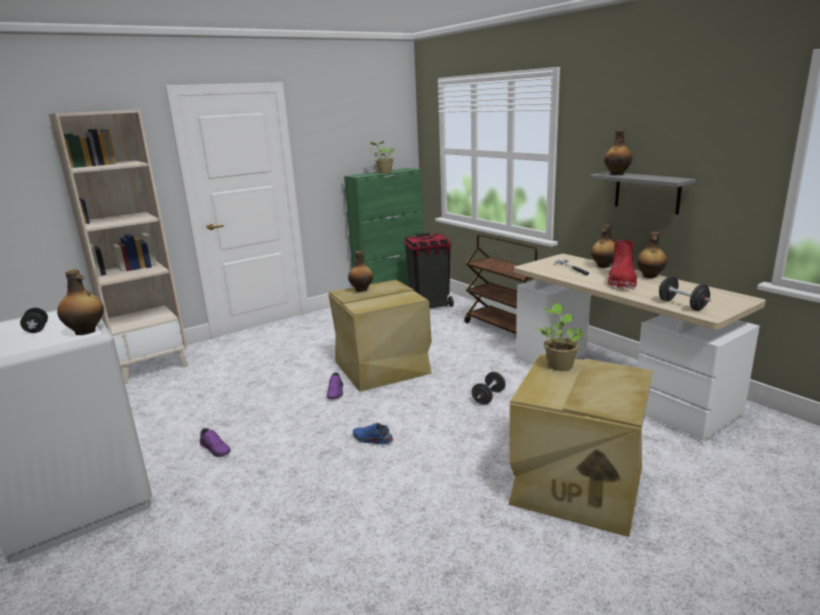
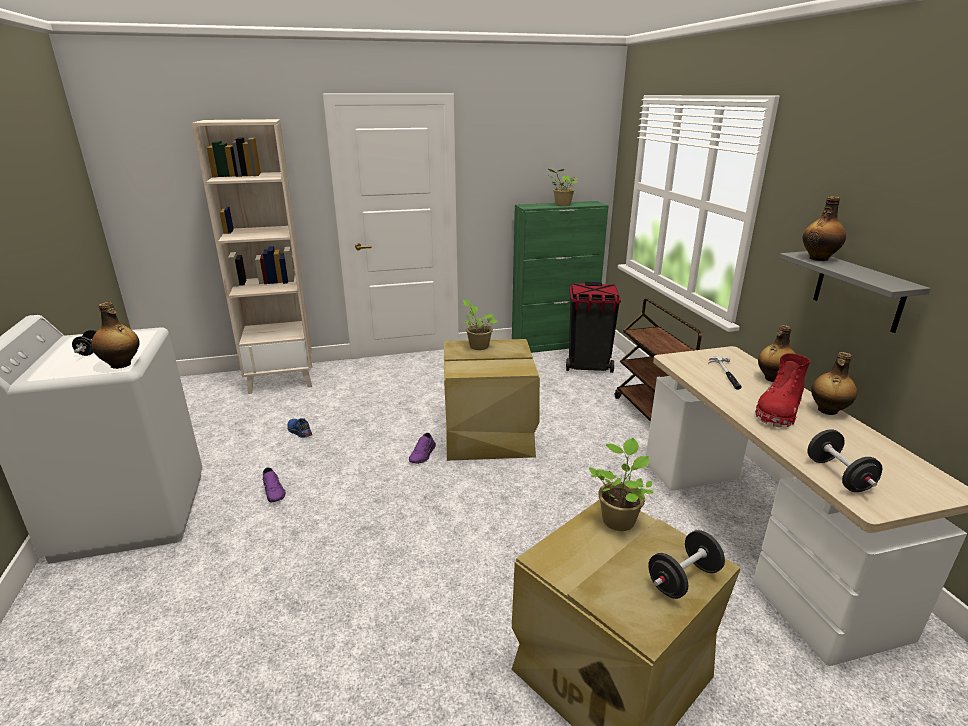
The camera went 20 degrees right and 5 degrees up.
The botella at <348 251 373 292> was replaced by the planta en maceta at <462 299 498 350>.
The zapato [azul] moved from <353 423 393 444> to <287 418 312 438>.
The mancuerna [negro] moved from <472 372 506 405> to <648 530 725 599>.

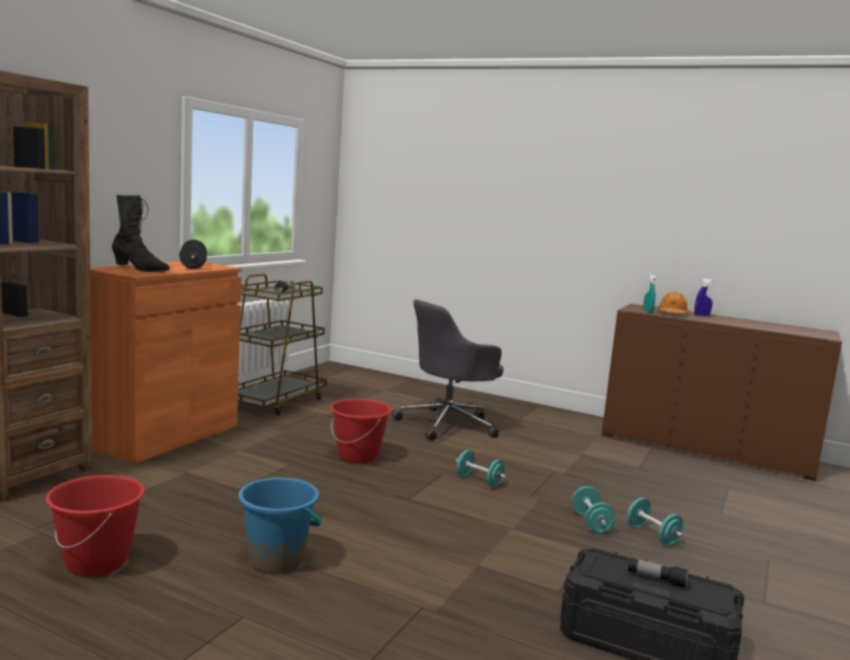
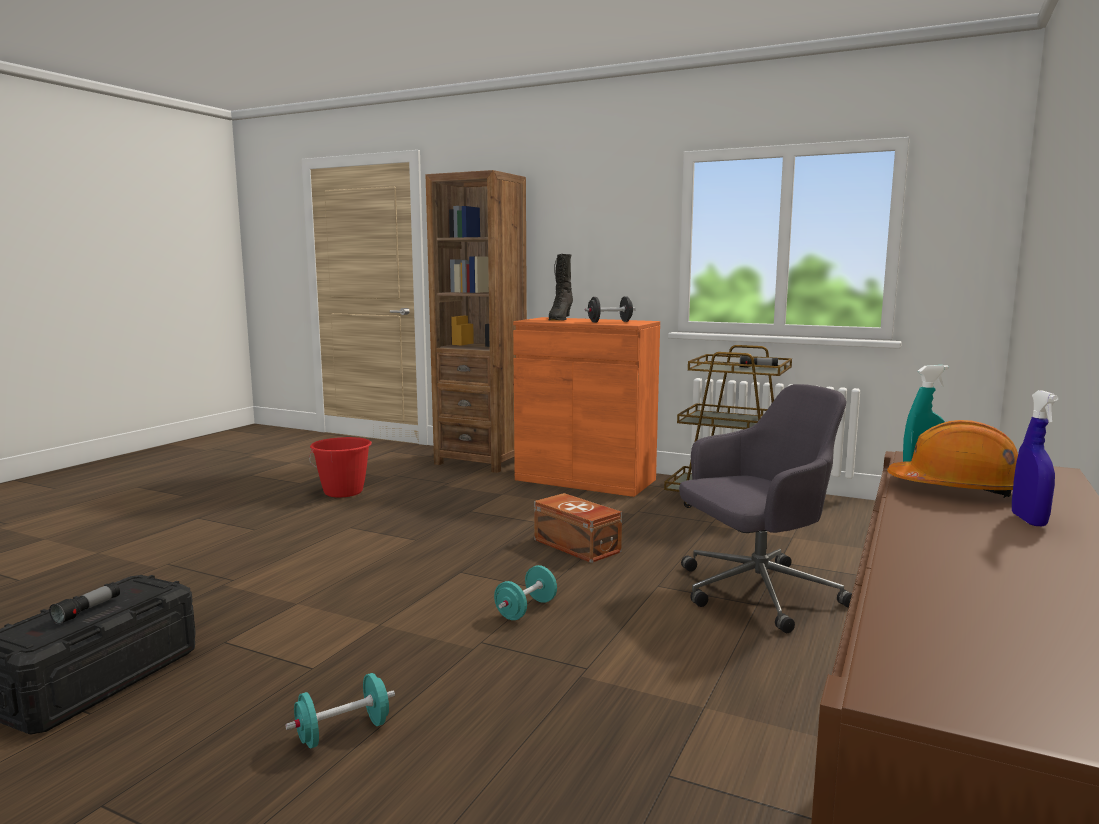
The camera went 90 degrees right and 0 degrees up.
The cubo [azul] at <238 478 322 574> disappeared.
The cubo [rojo] at <330 399 392 464> was replaced by the caja de almacenaje [marrón] at <534 493 622 563>.
The silla de oficina [gris] at <392 299 503 441> turned 105 degrees clockwise.
The mancuerna [turquesa] at <572 486 616 533> disappeared.

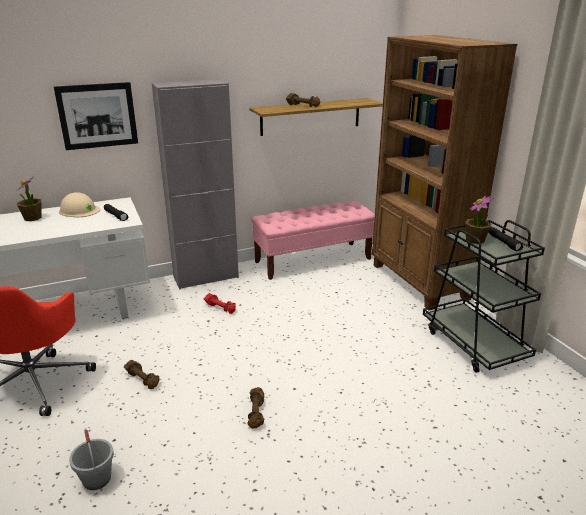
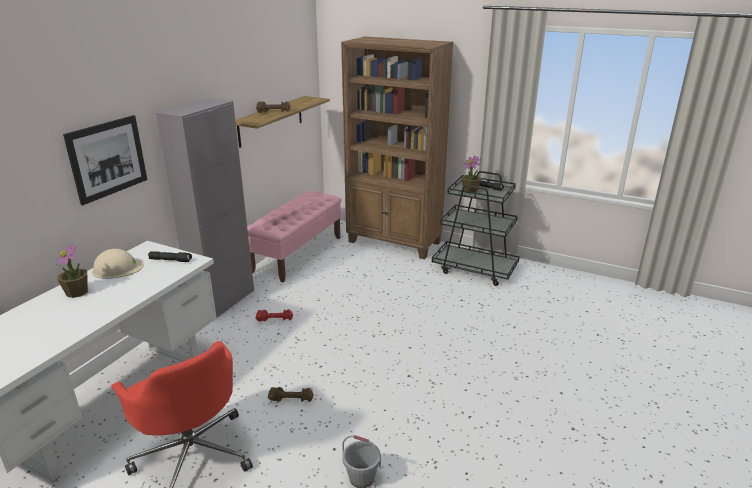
The camera went 40 degrees left and 0 degrees up.
The mancuerna [marrón] at <247 387 264 429> disappeared.

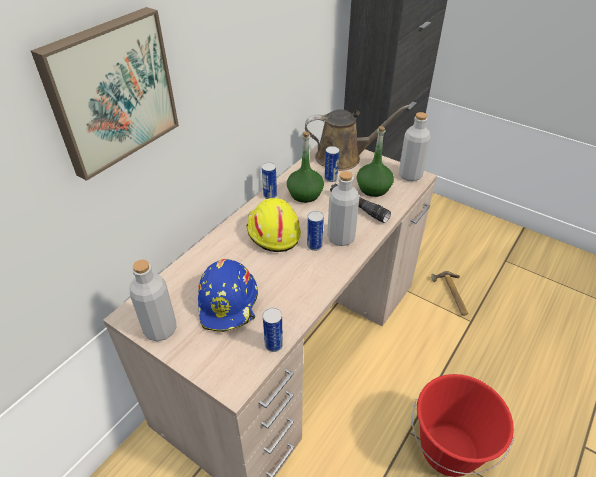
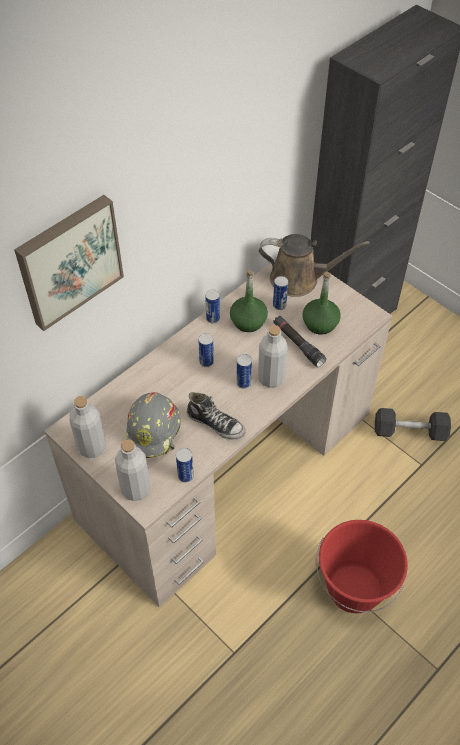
The camera went 10 degrees right and 10 degrees up.
The casco [azul] at <198 259 258 332> became the casco [gris] at <126 392 181 458>.
The casco [amarillo] at <246 198 301 252> was replaced by the lata at <198 333 214 367>.
The botella [gris] moved from <399 112 431 181> to <115 439 151 501>.
The martillo at <431 271 468 316> was replaced by the mancuerna [gris] at <375 408 451 441>.
The zapato at <187 392 246 439> appeared.

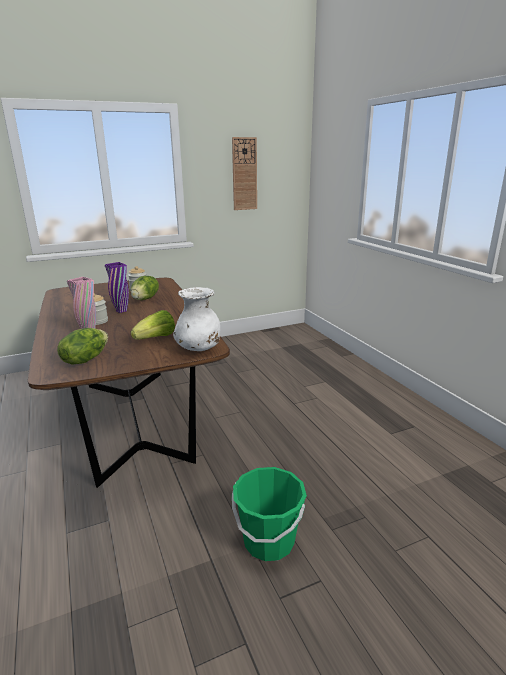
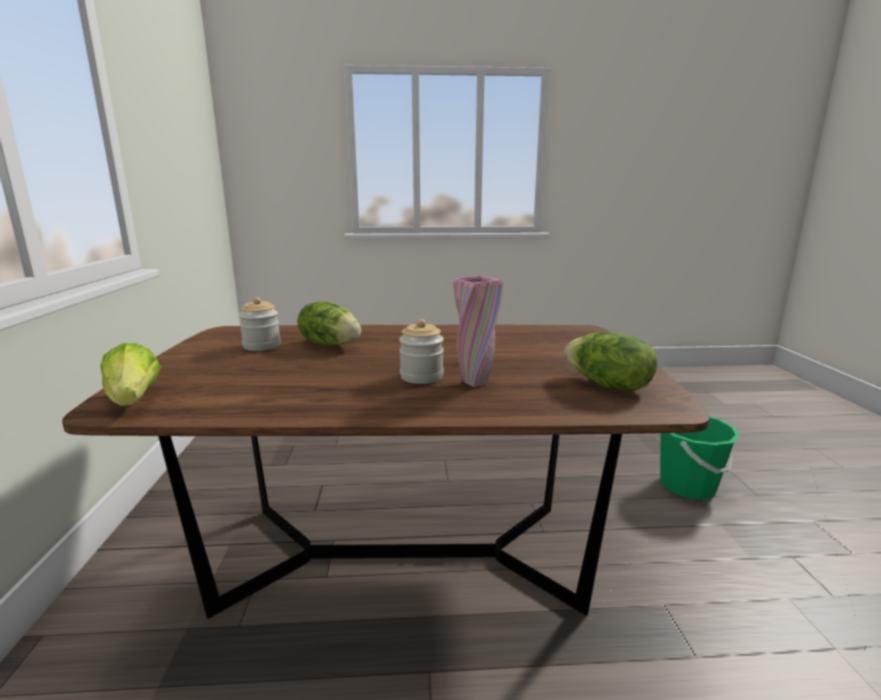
The camera went 70 degrees left and 5 degrees down.
The florero [morado] at <105 262 129 313> disappeared.
The lechuga moved from <131 310 175 339> to <100 343 161 406>.
The florero [blanco] at <173 287 220 351> disappeared.
The reloj de pared at <232 137 257 210> disappeared.

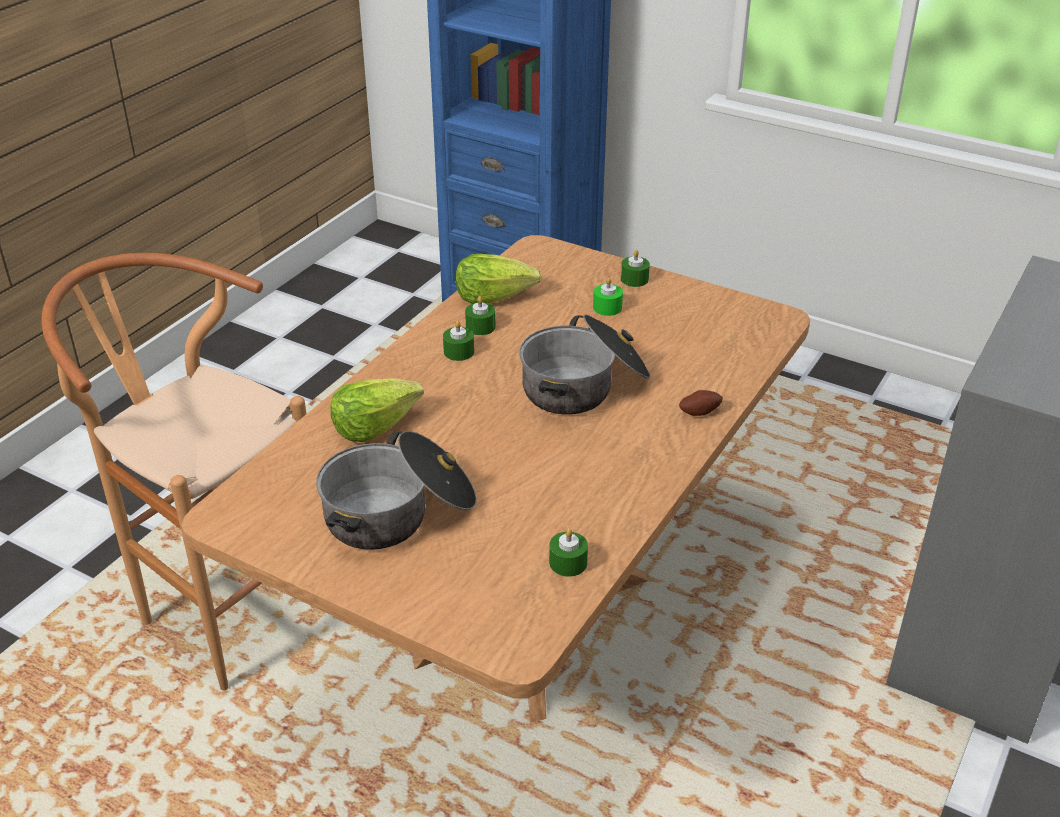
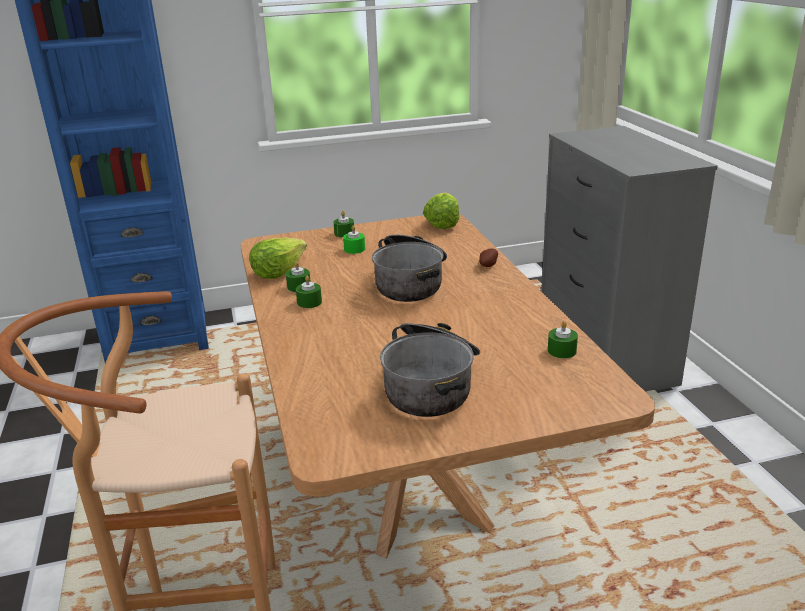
The camera went 45 degrees left and 10 degrees down.
The lechuga moved from <330 378 424 442> to <423 193 460 229>.

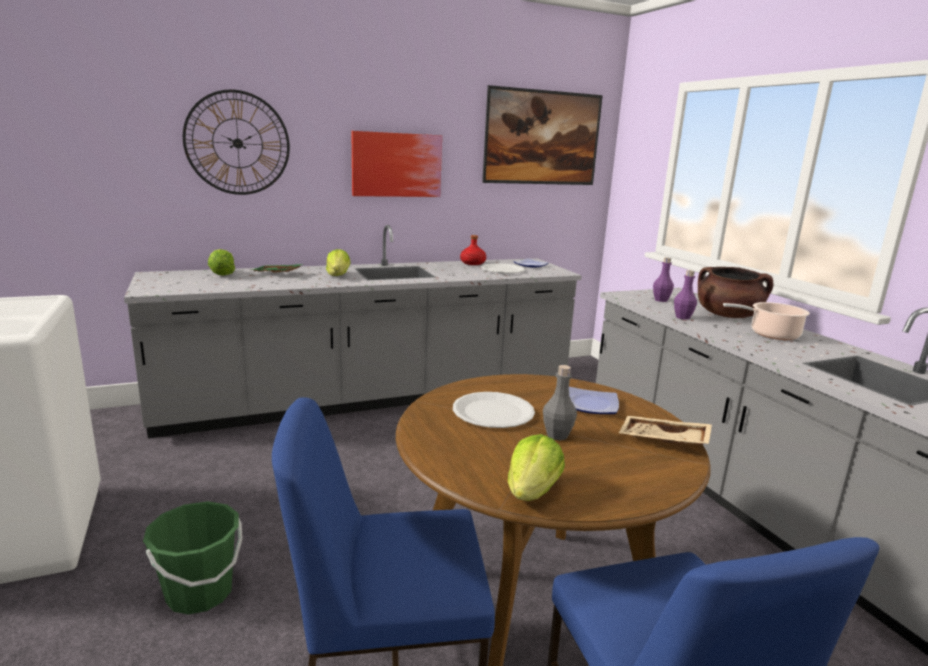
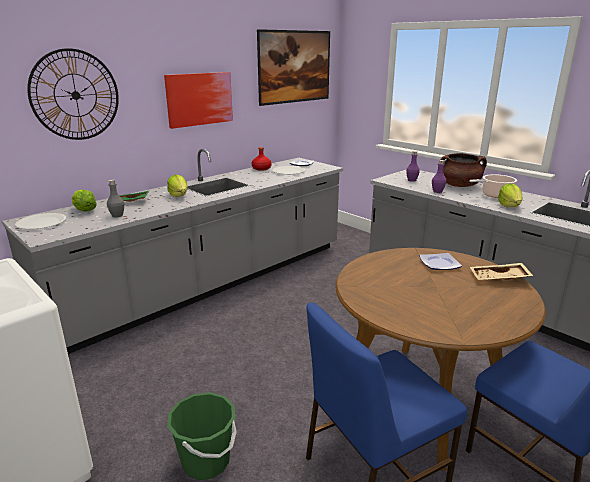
The camera went 20 degrees left and 5 degrees up.
The plato [blanco] moved from <453 392 535 428> to <15 213 66 230>.
The lechuga moved from <508 434 565 501> to <498 183 523 207>.
The botella [gris] moved from <543 365 577 441> to <107 179 124 218>.

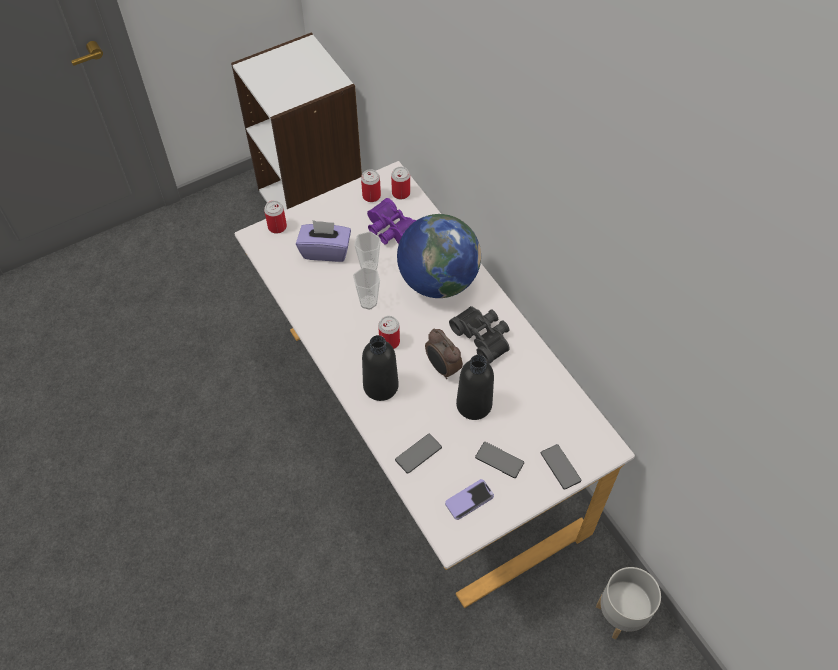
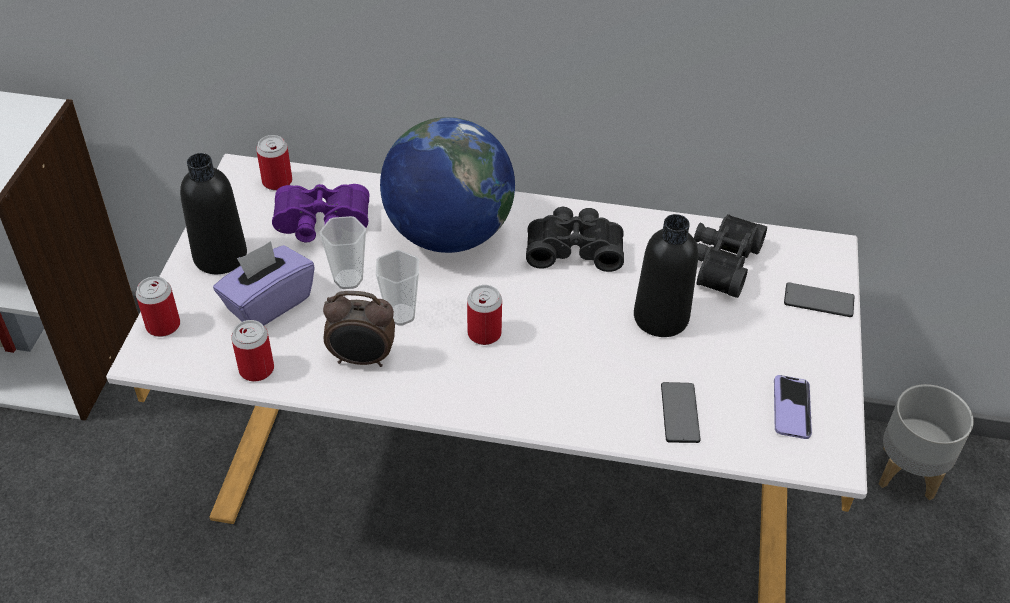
The camera went 50 degrees left and 10 degrees down.
The lata moved from <361 169 381 202> to <231 320 274 382>.
The botella [negro] moved from <362 335 399 401> to <180 153 247 274>.
The despertador moved from <425 328 463 379> to <323 291 395 367>.
The móvil at <475 442 524 478> disappeared.
The prismáticos [negro] at <694 214 767 298> appeared.

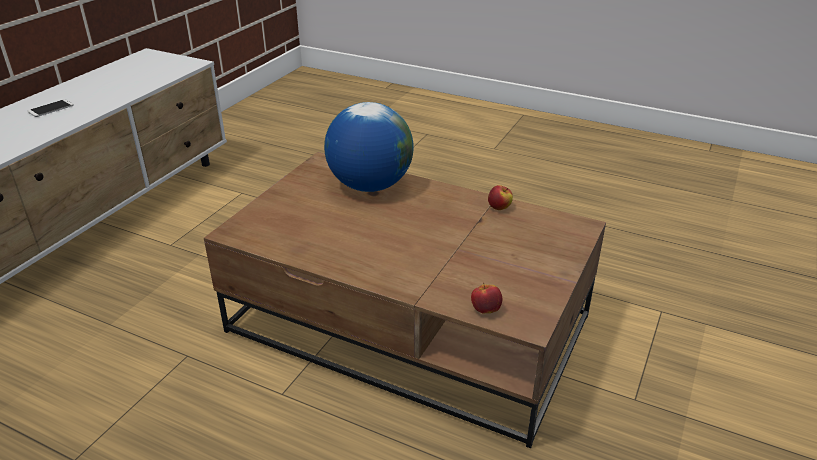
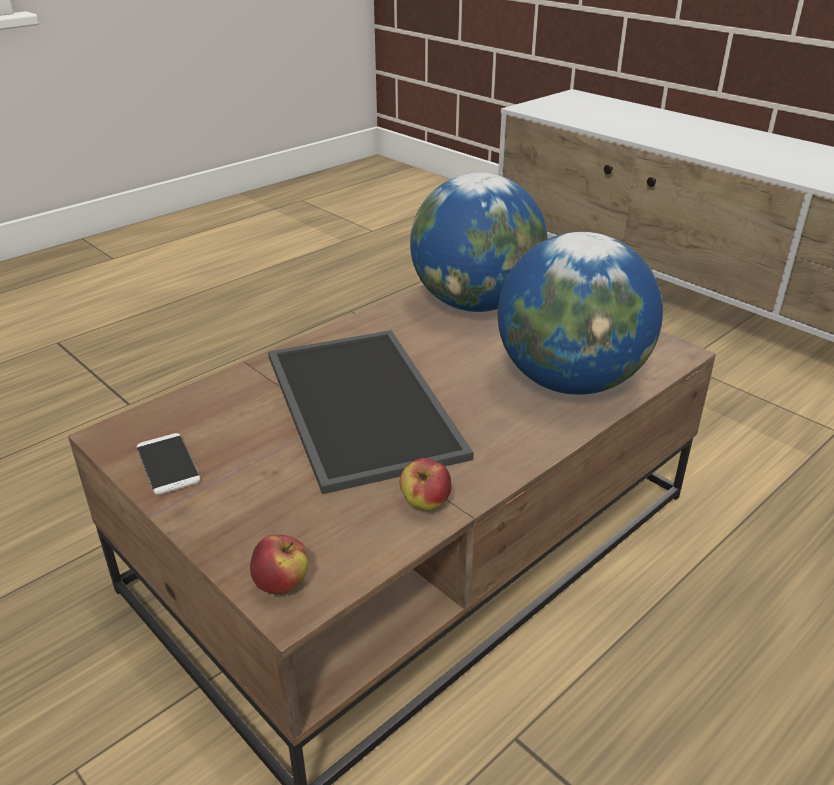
The camera went 110 degrees right and 0 degrees up.
The móvil moved from <28 99 74 117> to <137 433 201 495>.
The manzana moved from <471 283 502 314> to <250 535 308 594>.
The bandeja at <268 330 473 494> appeared.
The globo terráqueo at <410 172 548 312> appeared.

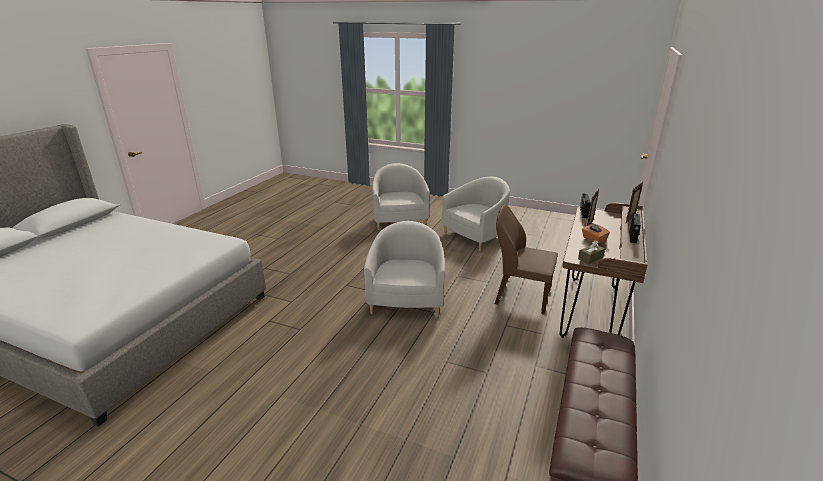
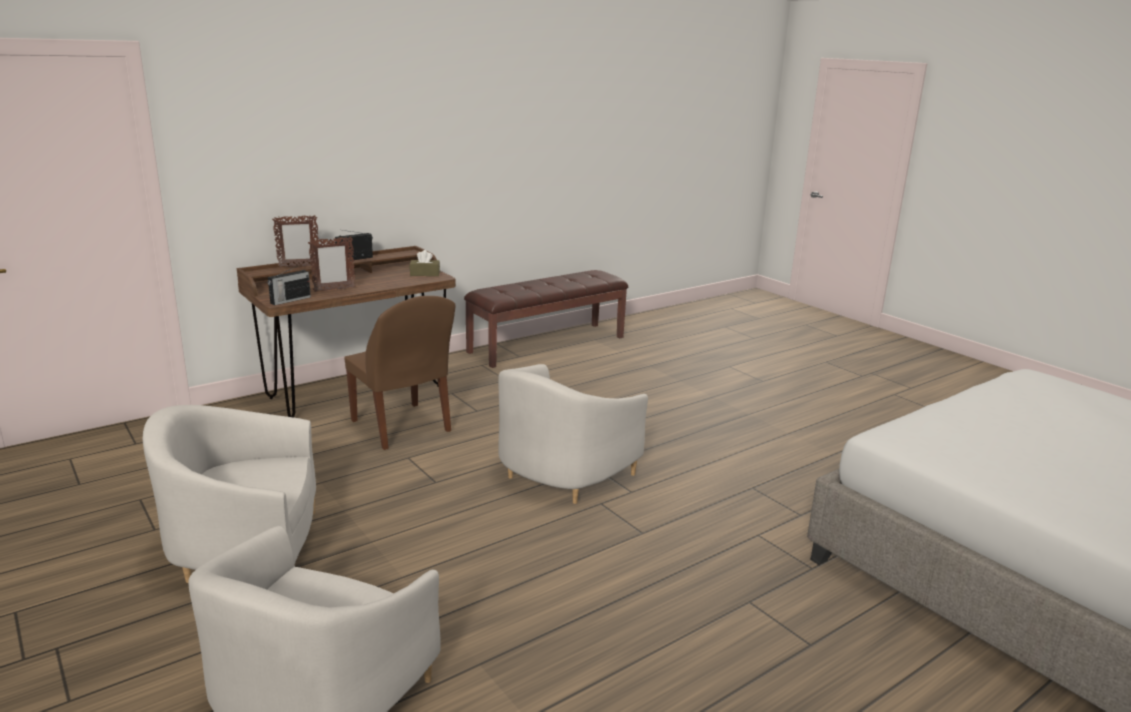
The camera went 150 degrees left and 5 degrees down.
The caja de pañuelos [naranja] at <582 223 610 244> disappeared.

